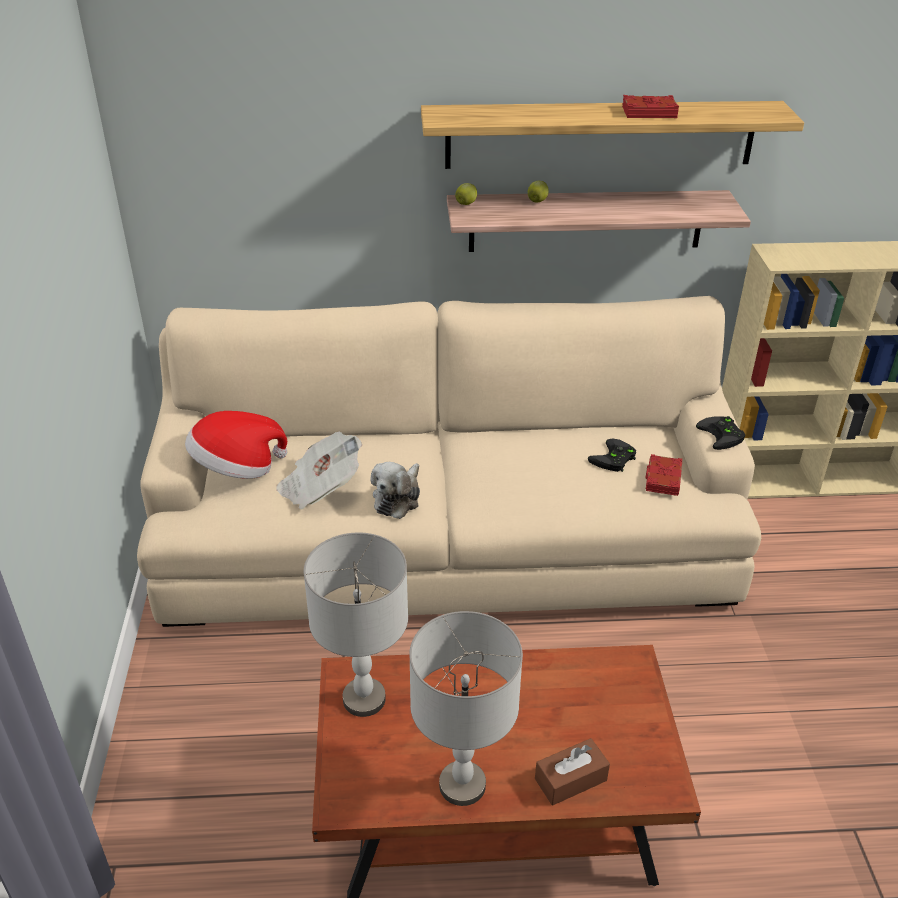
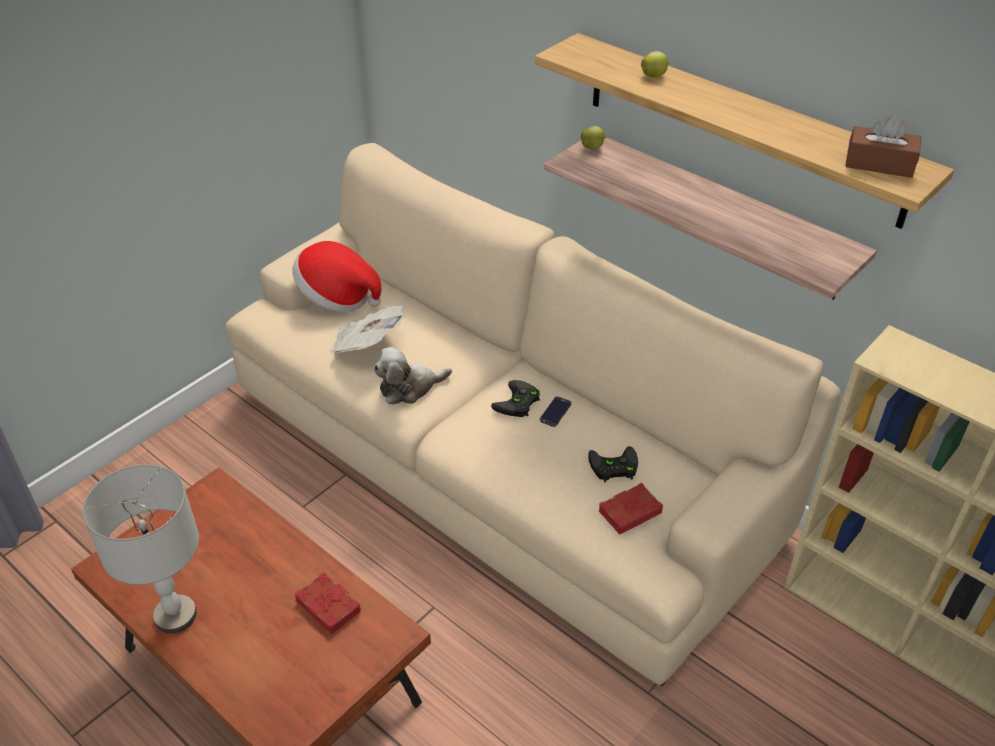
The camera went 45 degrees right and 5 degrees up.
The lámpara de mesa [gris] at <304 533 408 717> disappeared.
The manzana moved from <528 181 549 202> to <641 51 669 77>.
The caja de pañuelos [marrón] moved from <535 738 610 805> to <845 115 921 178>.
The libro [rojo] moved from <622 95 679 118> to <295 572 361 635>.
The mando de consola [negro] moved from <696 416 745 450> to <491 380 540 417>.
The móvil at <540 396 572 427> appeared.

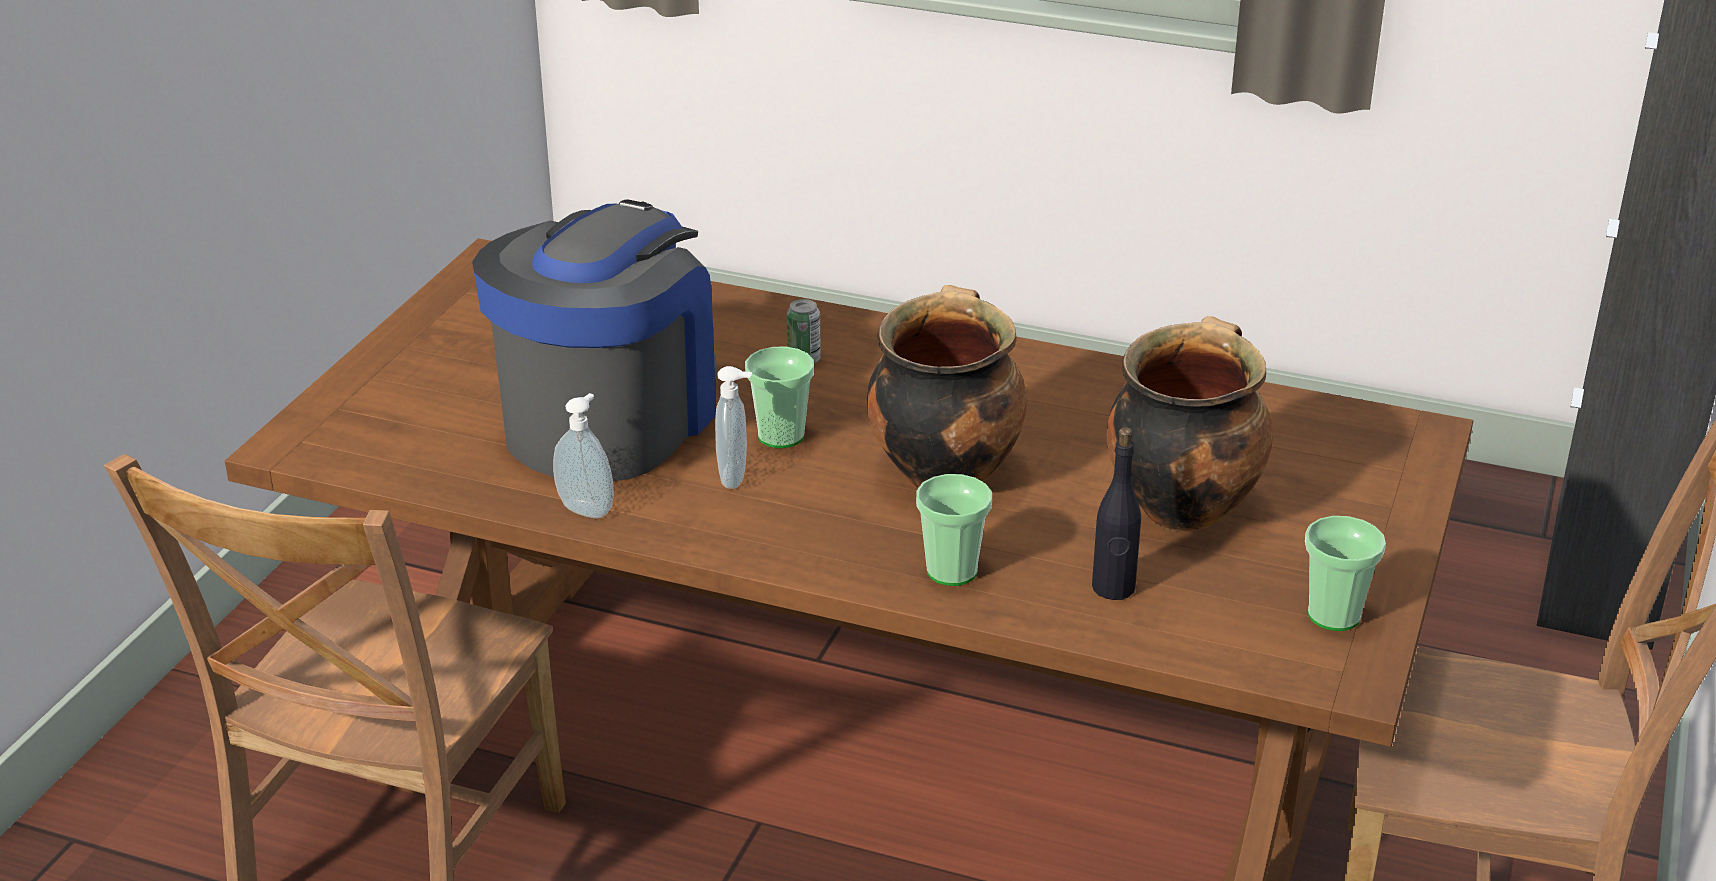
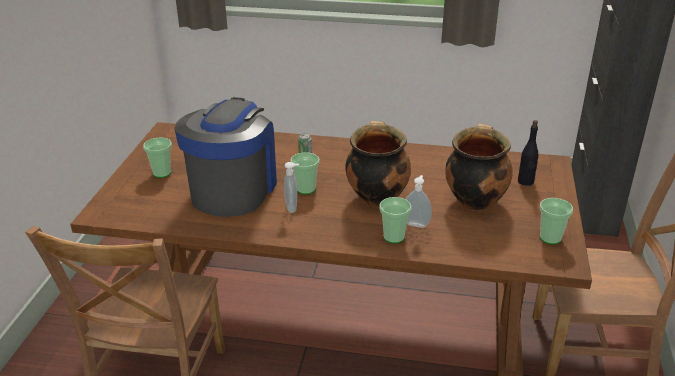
The camera went 10 degrees left and 0 degrees up.
The dispensador de jabón moved from <553 393 614 519> to <405 175 432 228>.
The botella [negro] moved from <1092 427 1141 600> to <518 120 538 186>.
The taza at <143 137 172 178> appeared.

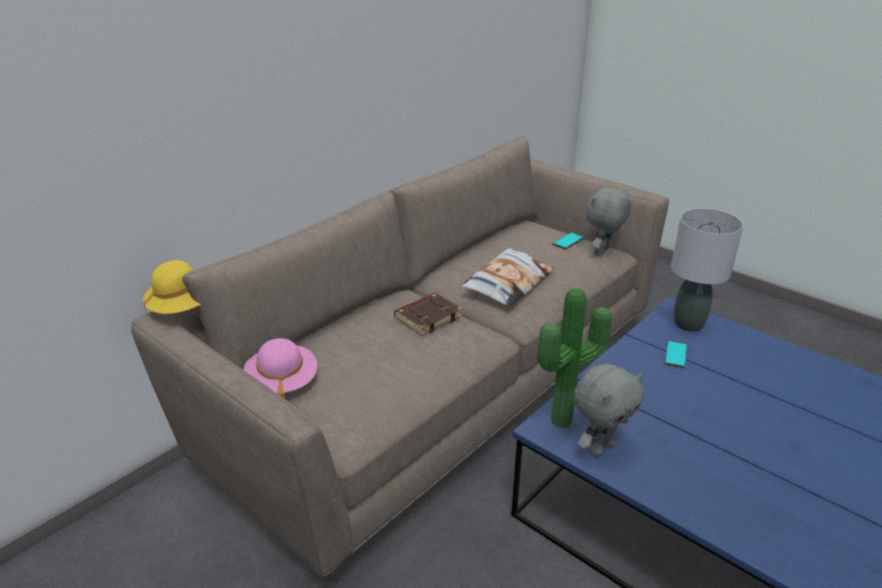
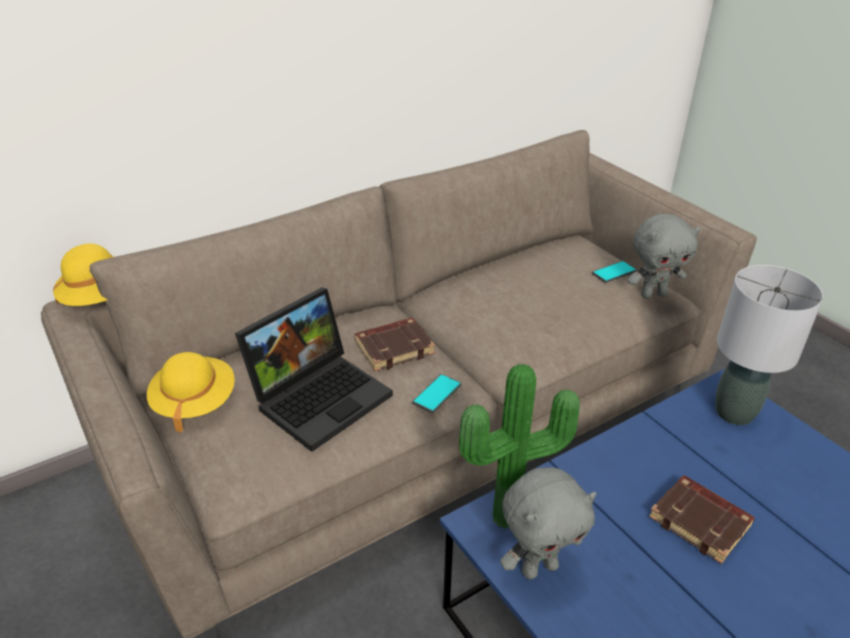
The camera went 15 degrees right and 5 degrees up.
The sombrero [rosa] at <243 338 317 399> became the sombrero [amarillo] at <147 352 235 433>.
The cojín at <461 248 554 307> disappeared.
The peluche [gris] at <586 185 631 257> turned 150 degrees counterclockwise.
The móvil moved from <664 341 687 368> to <412 374 461 414>.
The portátil at <235 287 393 452> appeared.
The libro [marrón] at <649 475 755 564> appeared.

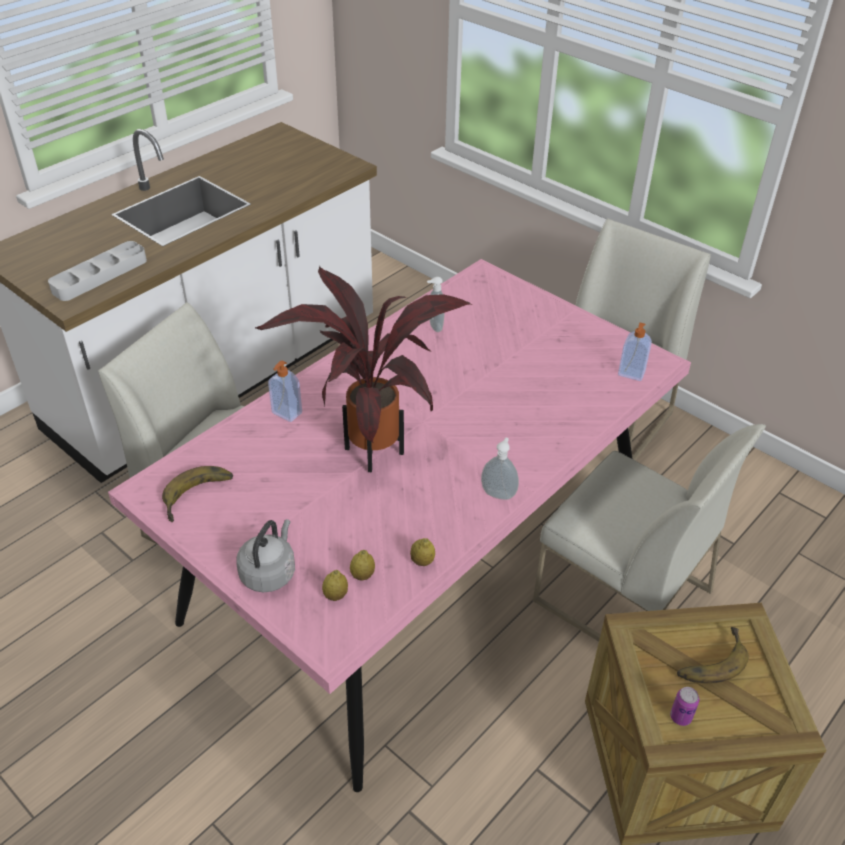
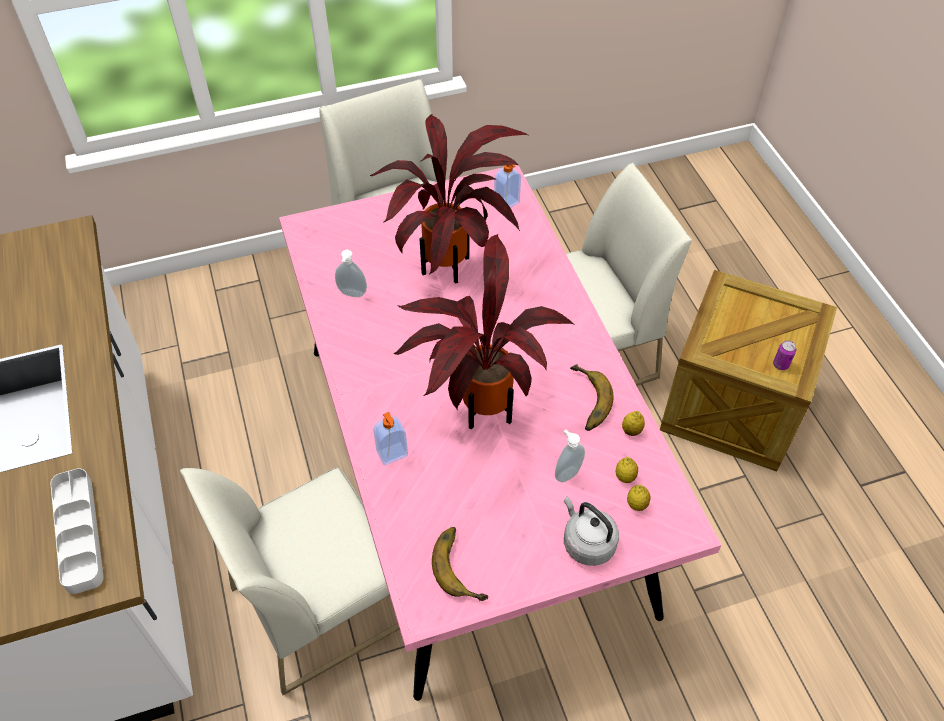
The camera went 60 degrees left and 10 degrees up.
The dispensador de jabón moved from <481 438 519 500> to <555 430 585 482>.
The plátano moved from <677 627 748 684> to <570 364 614 431>.
The planta en maceta at <370 114 530 284> appeared.

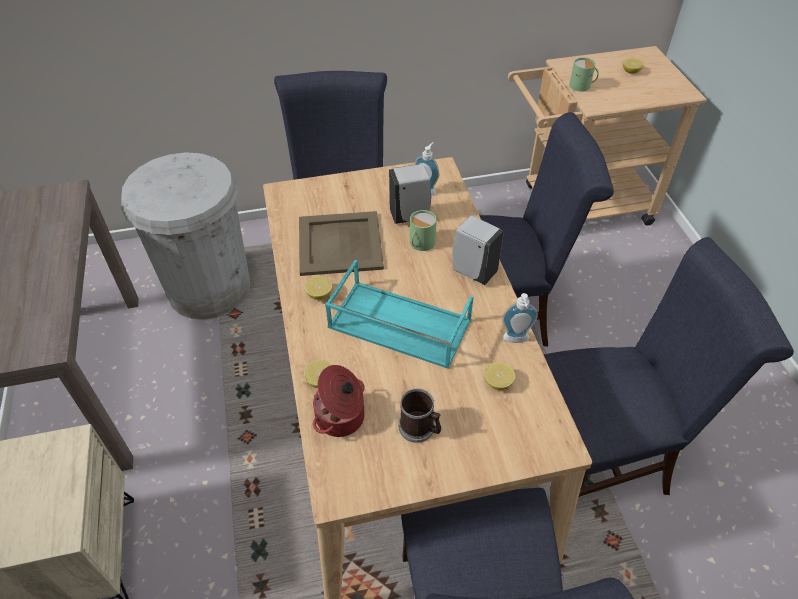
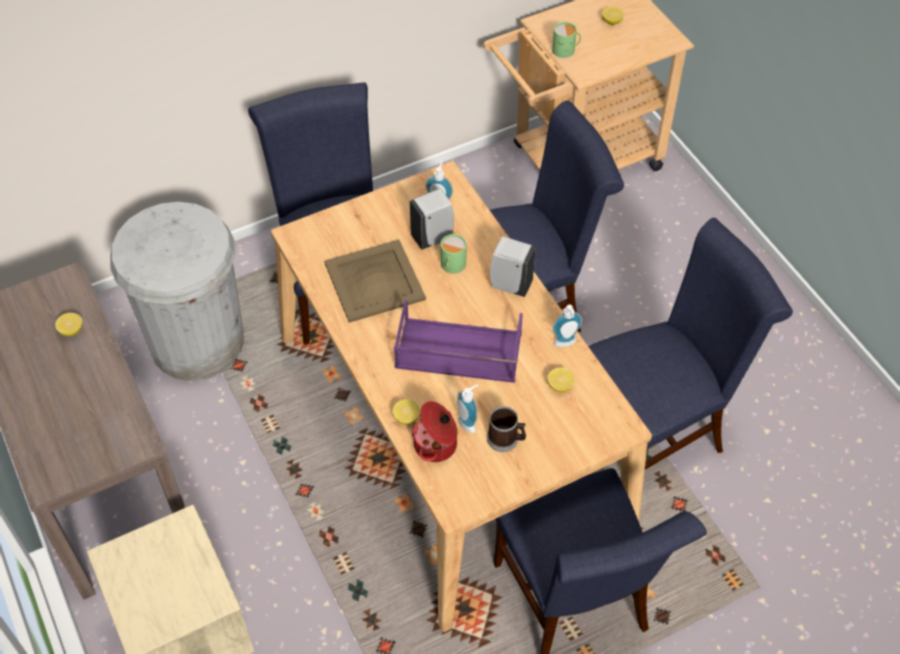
The camera went 15 degrees left and 5 degrees up.
The limón moved from <304 276 332 300> to <55 313 82 336>.
The bandeja [turquesa] at <325 260 474 369> became the bandeja [morado] at <394 300 523 383>.
The dispensador de jabón at <457 384 479 433> appeared.

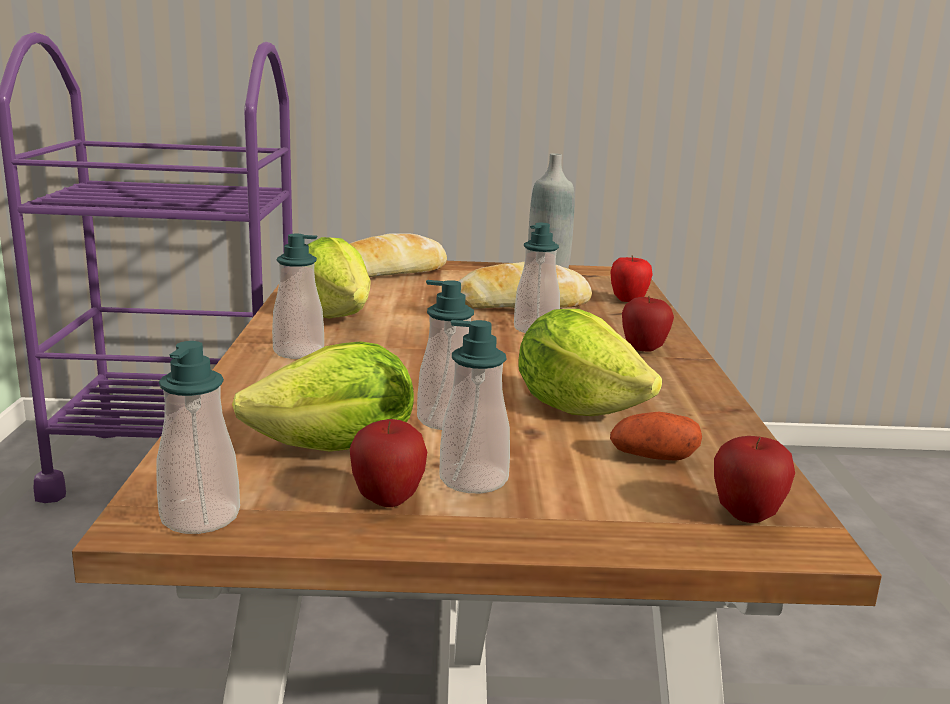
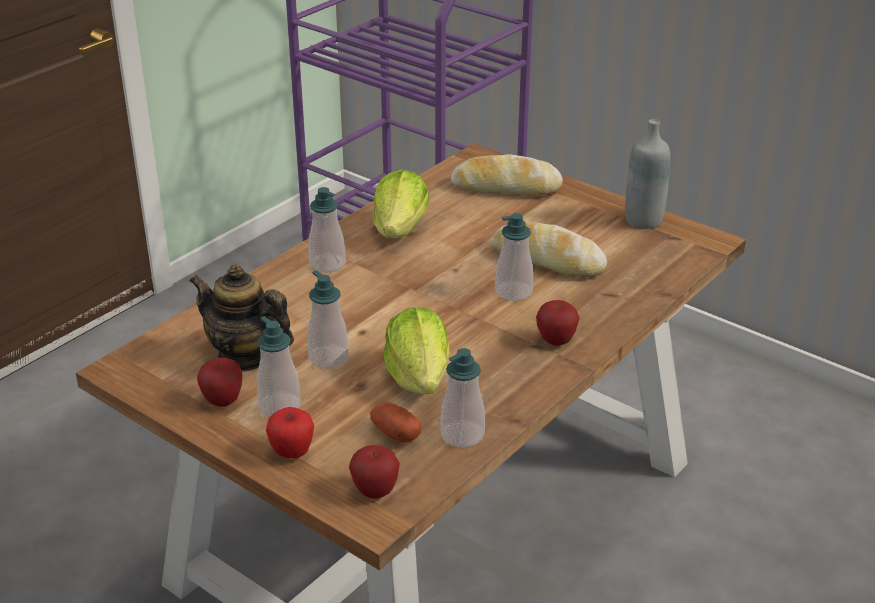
The camera went 40 degrees right and 15 degrees up.
The dispensador de jabón moved from <157 341 240 534> to <441 348 485 448>.
The lechuga at <232 341 414 452> was replaced by the tetera at <189 265 294 372>.
The manzana moved from <610 255 652 302> to <266 407 314 458>.

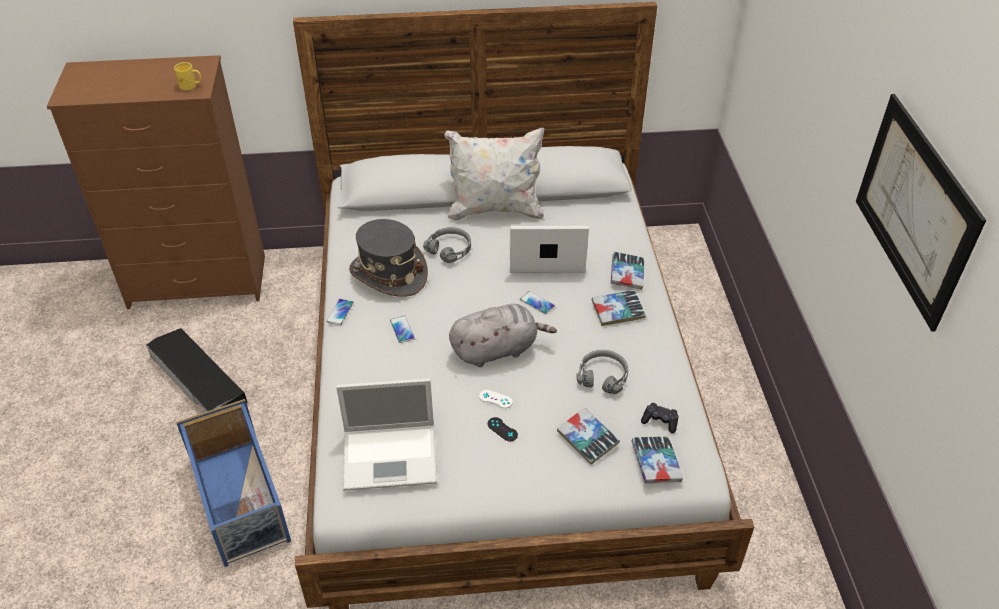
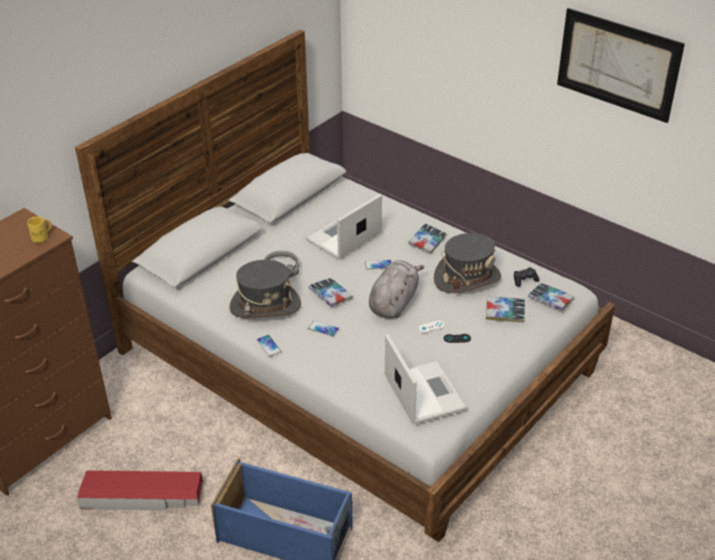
The camera went 45 degrees left and 5 degrees down.
The caja de almacenaje [negro] at <146 328 248 412> became the caja de almacenaje [rojo] at <77 470 203 510>.
The portátil at <336 378 437 491> turned 60 degrees counterclockwise.
The cojín [blanco] at <444 128 544 221> disappeared.
The auriculares [gris] at <577 350 628 395> was replaced by the sombrero [gris] at <434 233 501 293>.
The libro moved from <611 252 644 290> to <309 278 352 307>.

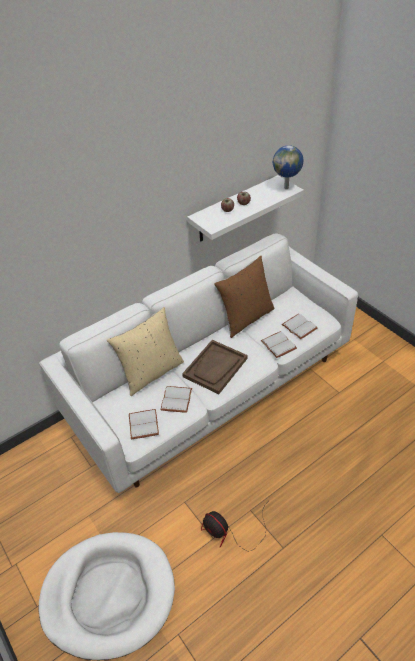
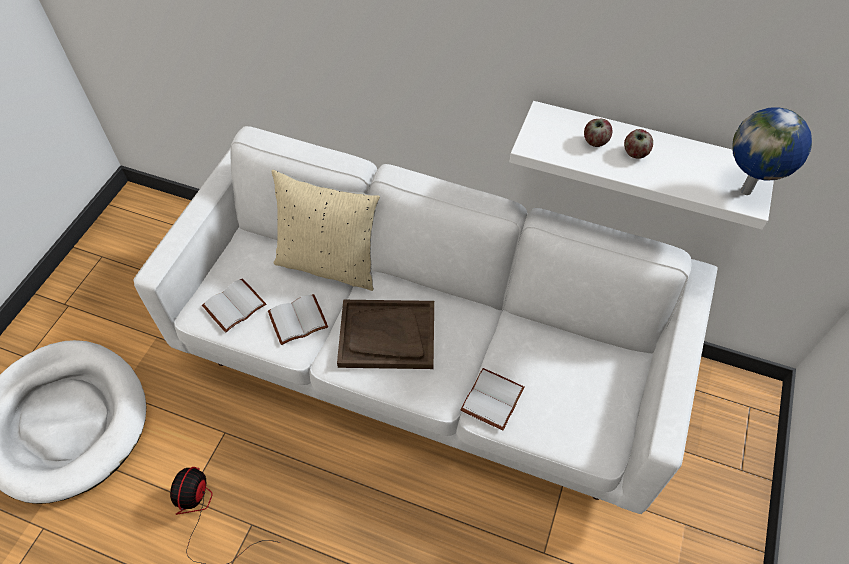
The camera went 55 degrees right and 10 degrees up.
The cojín [marrón] at <214 256 275 338> disappeared.
The libro [blanco] at <281 314 317 339> disappeared.

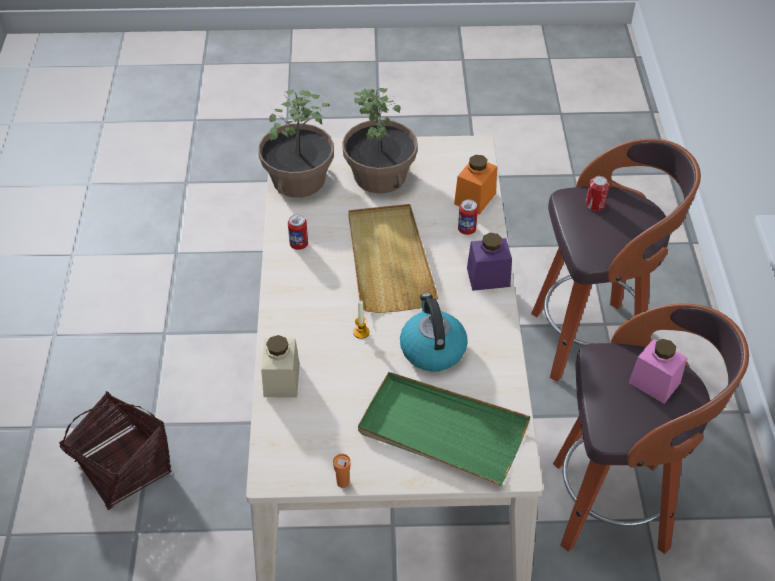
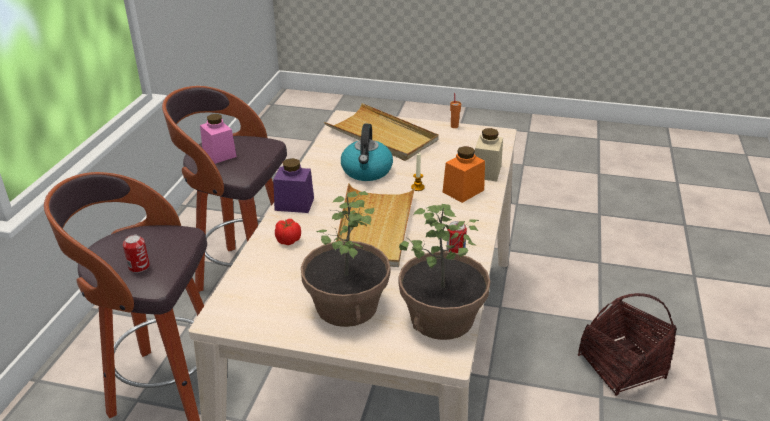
The camera went 165 degrees left and 15 degrees down.
The bandeja [verde] at <358 372 531 486> became the bandeja [beis] at <324 103 439 161>.
The tarro [naranja] moved from <454 155 497 215> to <442 146 485 203>.
The lata at <458 200 478 235> was replaced by the tomate at <275 219 301 245>.

